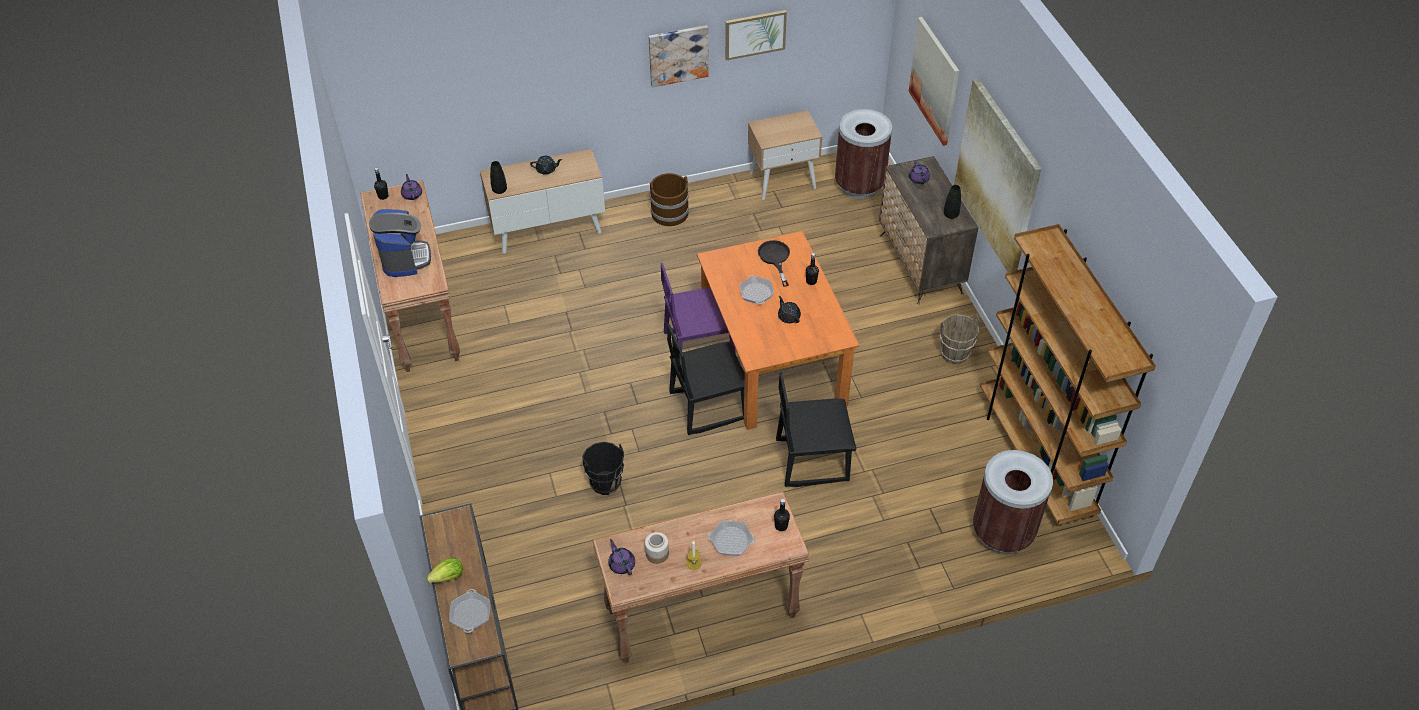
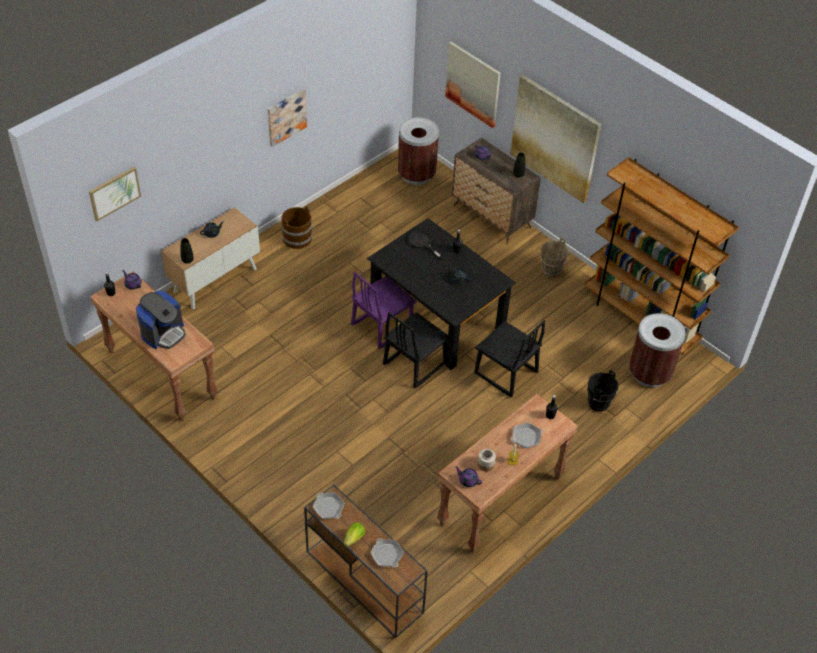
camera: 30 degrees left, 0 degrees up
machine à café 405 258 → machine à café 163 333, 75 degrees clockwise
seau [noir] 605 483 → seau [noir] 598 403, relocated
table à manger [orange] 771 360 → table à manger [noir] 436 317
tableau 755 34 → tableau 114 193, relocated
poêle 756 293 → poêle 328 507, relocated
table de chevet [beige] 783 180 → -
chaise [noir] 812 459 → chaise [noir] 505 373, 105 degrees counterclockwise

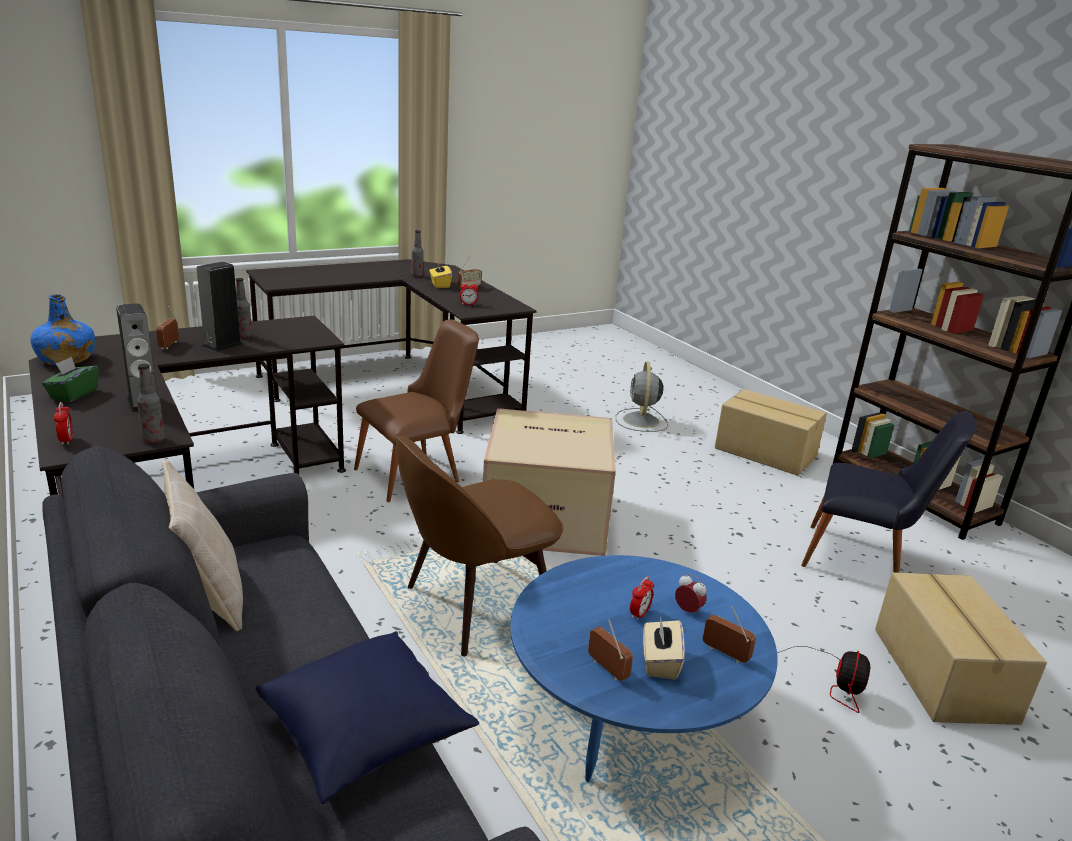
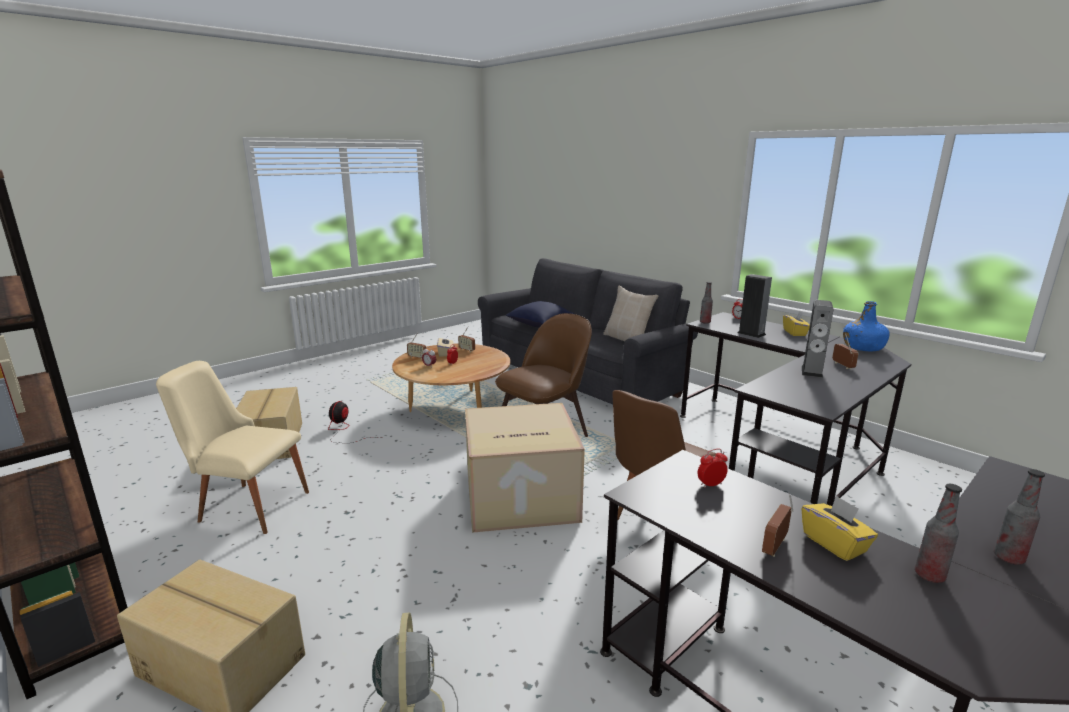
camera: 170 degrees right, 5 degrees down
boîte à mouchoirs [vert] 73 394 → boîte à mouchoirs [jaune] 795 333
bouteille 244 336 → bouteille 1008 558, relocated
table basse [bleu] 629 717 → table basse [marron] 454 408
chaise [noir] 864 561 → chaise [beige] 246 505

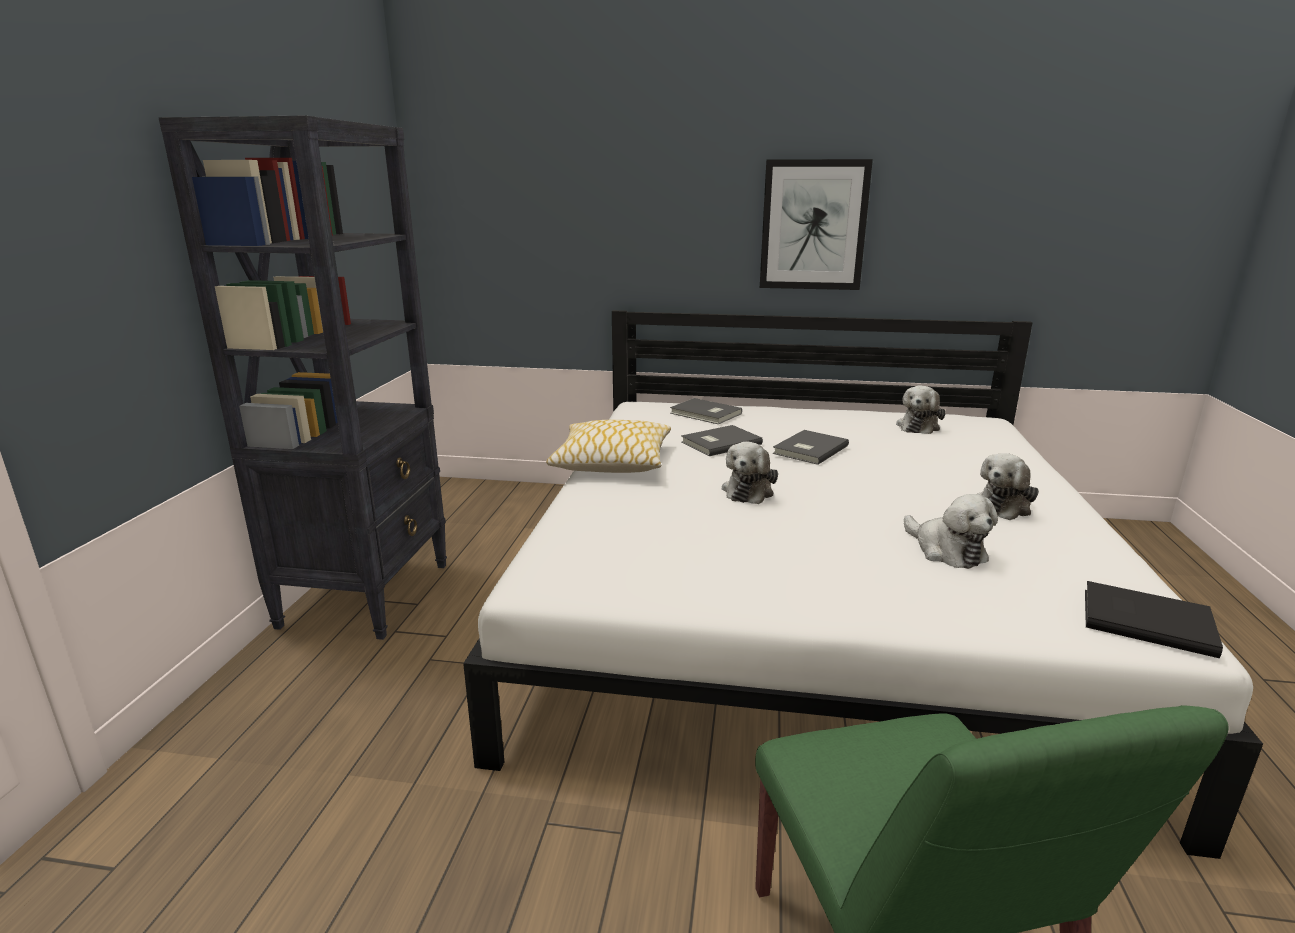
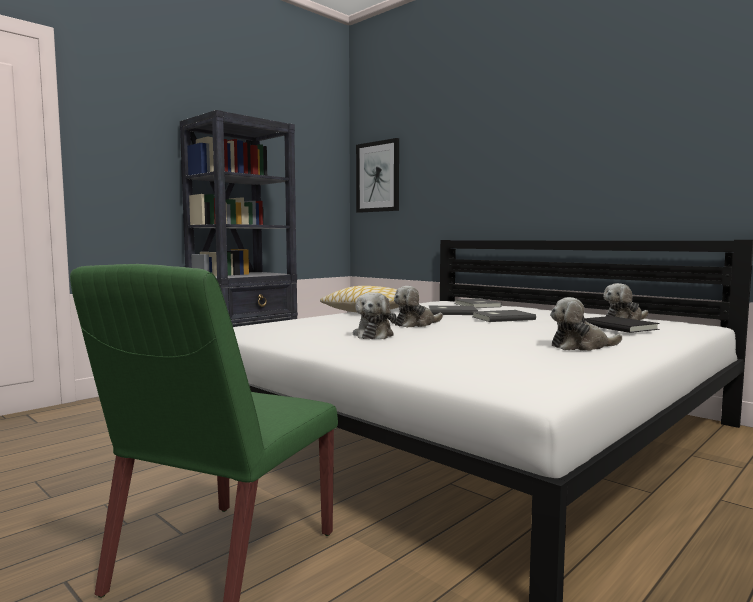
camera: 35 degrees right, 15 degrees down
tableau 813 225 → tableau 378 177, relocated
peluche 946 551 → peluche 374 335, relocated
livre [noir] 1144 620 → livre [noir] 619 326, relocated

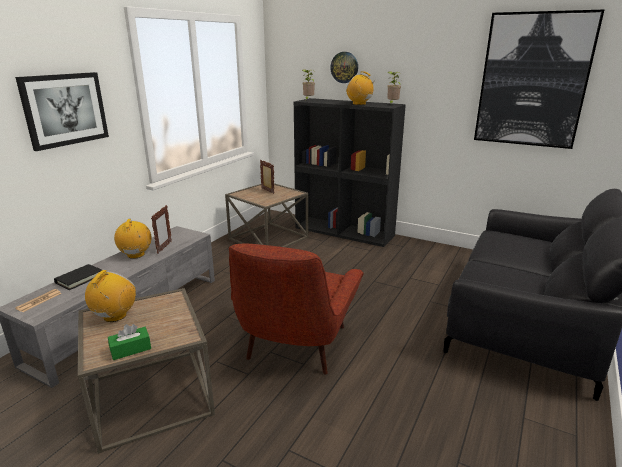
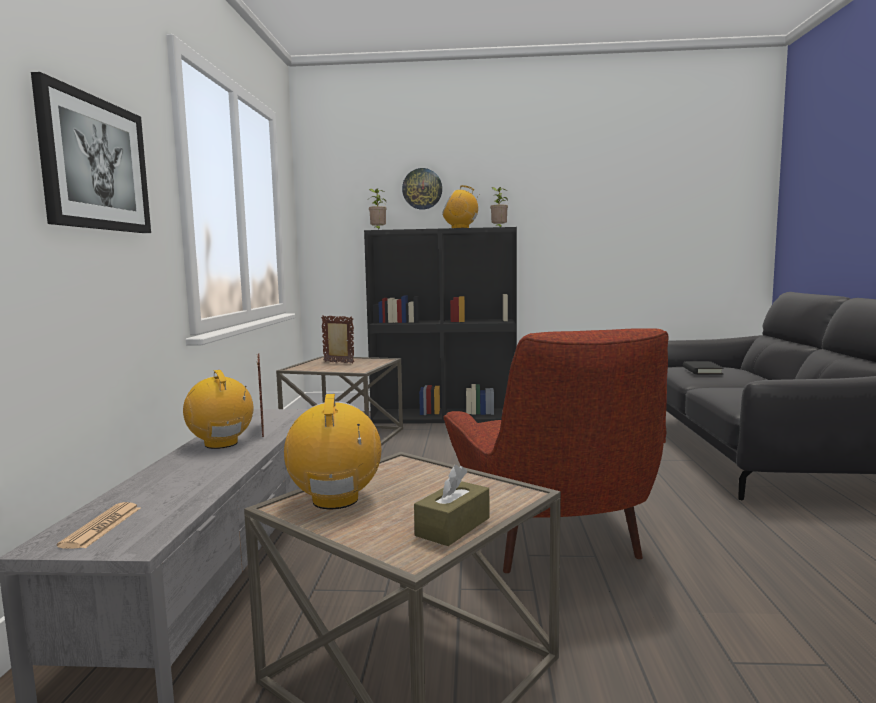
camera: 25 degrees left, 15 degrees down
livre [noir] 79 279 → livre [noir] 702 370, relocated
boîte à mouchoirs [vert] 130 349 → boîte à mouchoirs [marron] 453 527
tableau 532 81 → -

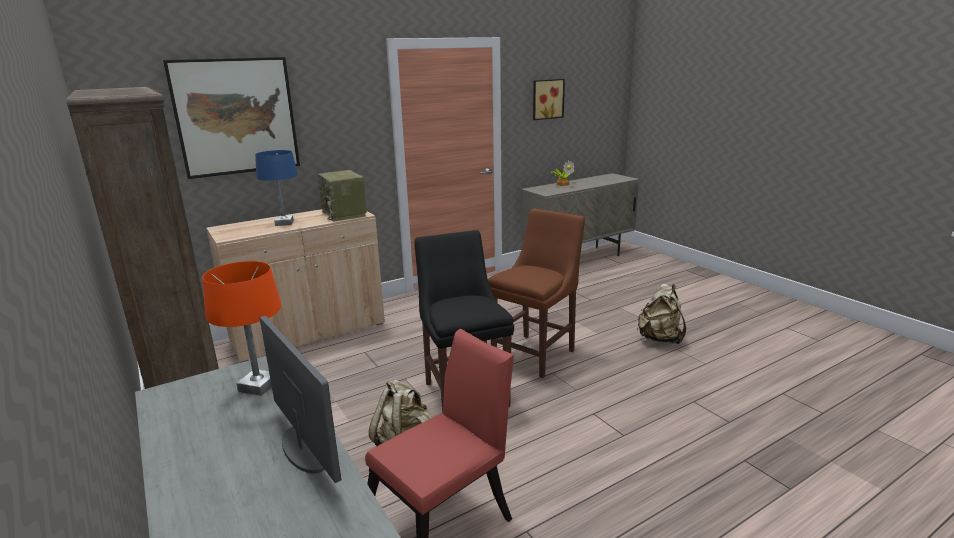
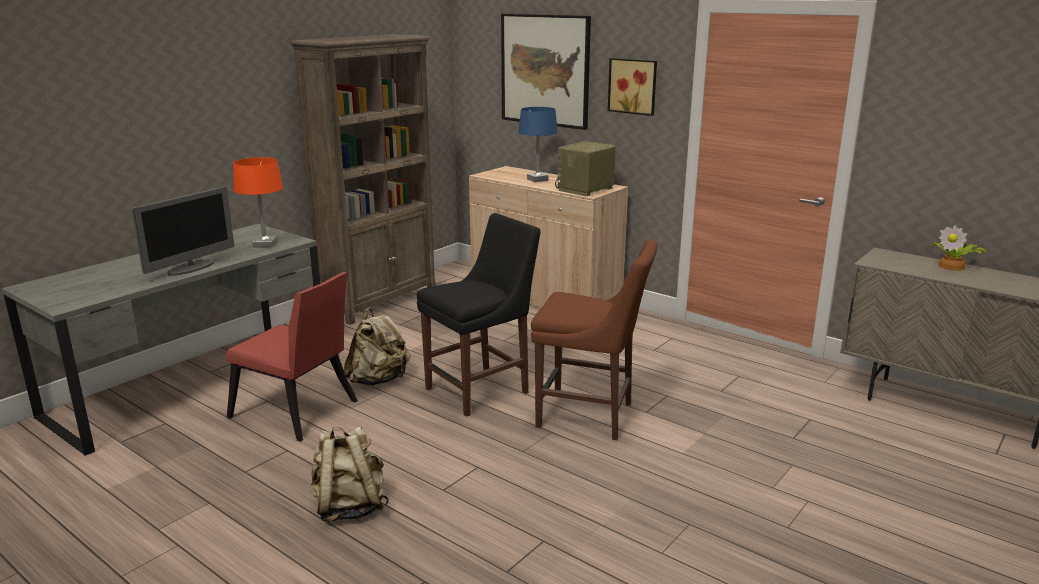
camera: 70 degrees right, 0 degrees up
tableau 547 99 → tableau 633 86, relocated
sac à dos [beige] 660 338 → sac à dos [beige] 349 507, relocated

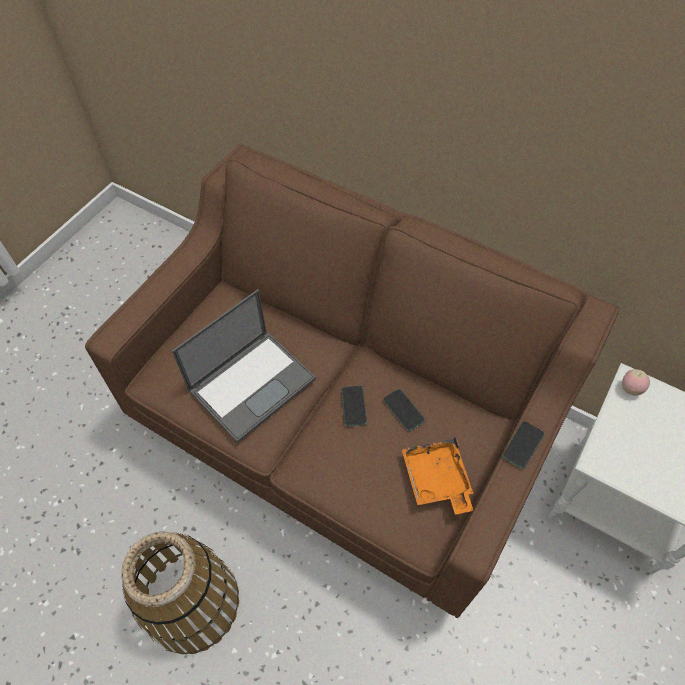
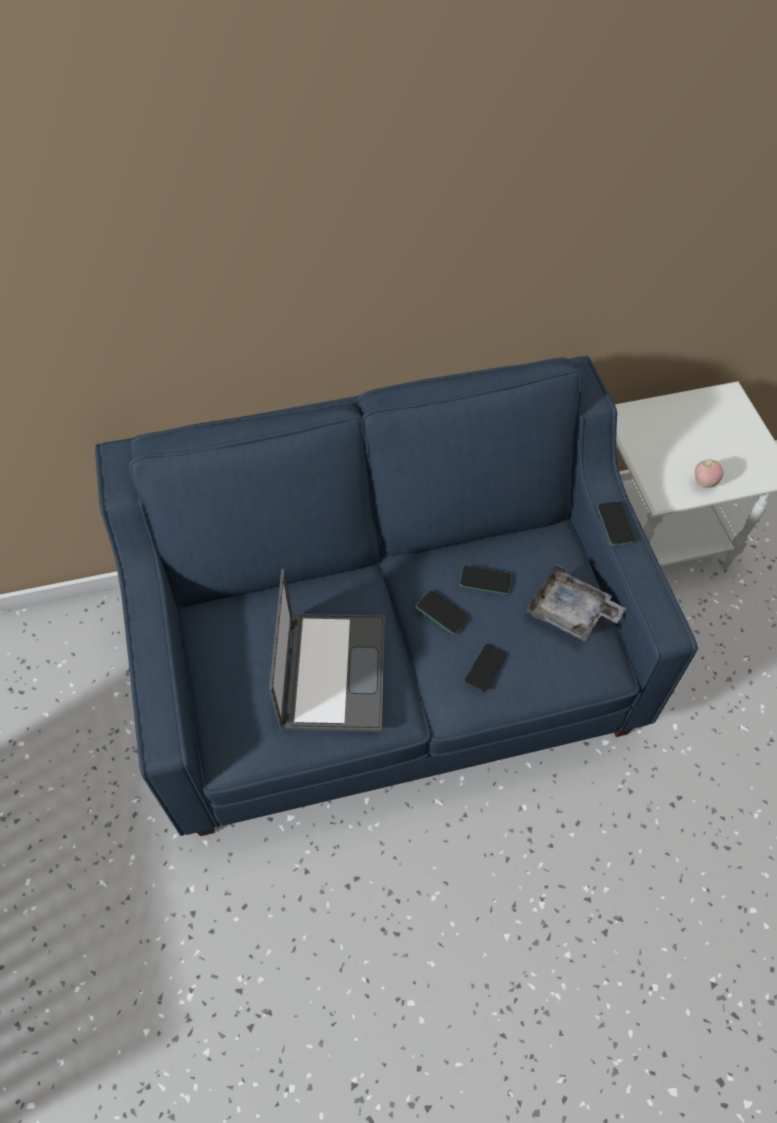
camera: 45 degrees left, 0 degrees up
canapé [marron] 343 424 → canapé [bleu] 388 661
panier 192 603 → -
plateau [orange] 436 479 → plateau [gris] 570 613
pomme 630 389 → pomme 704 482, relocated
- → téléphone 485 668

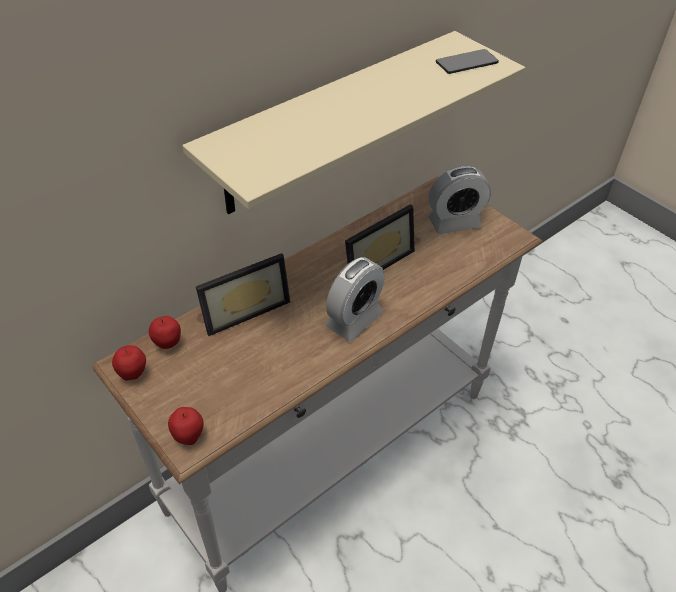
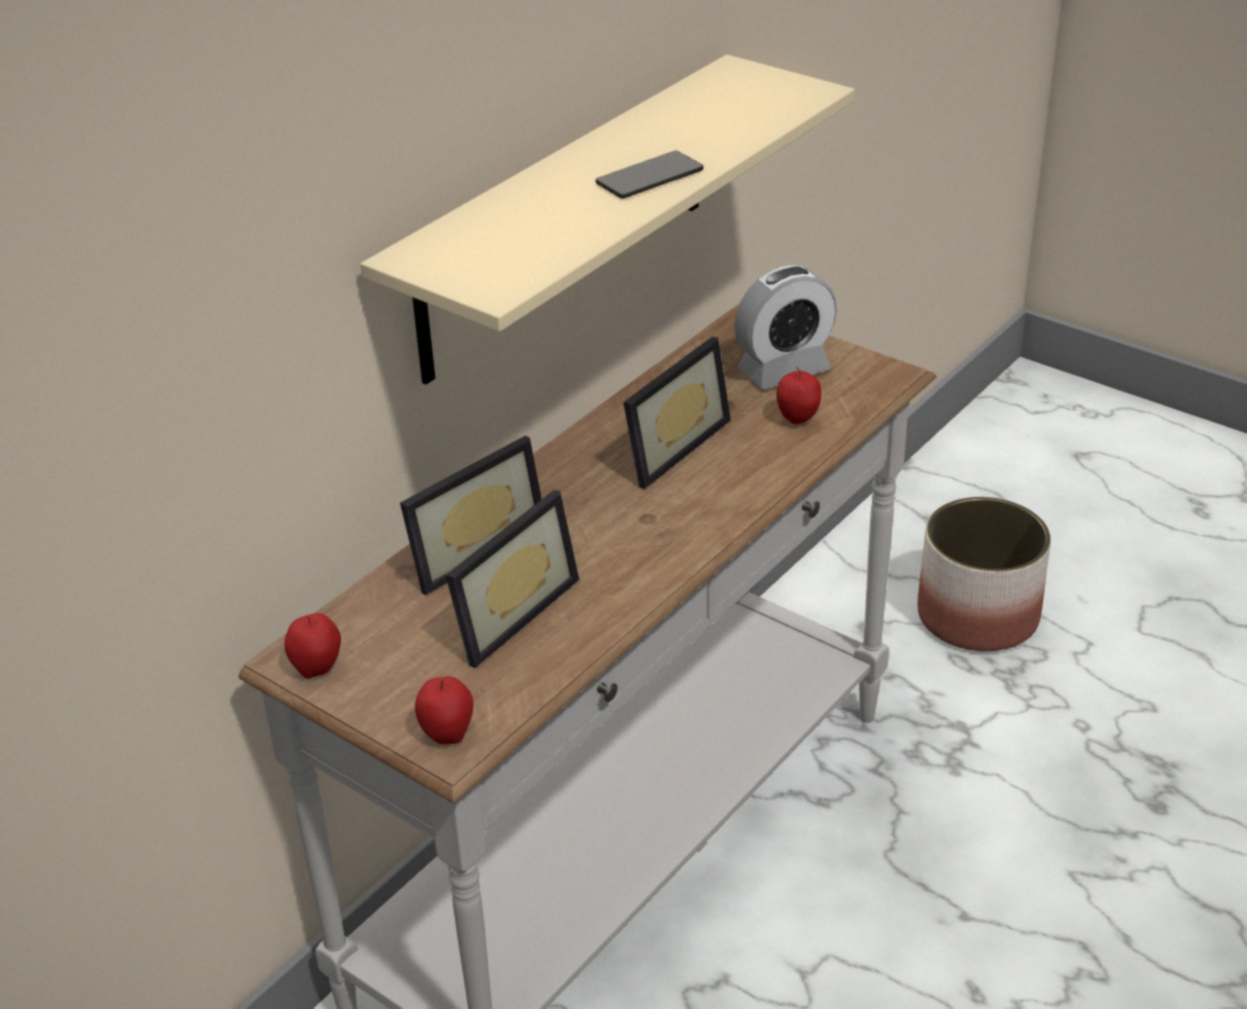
camera: 10 degrees left, 10 degrees down
pomme 168 344 → pomme 797 420, relocated
réveil 354 320 → -
téléphone 466 63 → téléphone 649 177, relocated
- → cadre photo 505 612
- → cache-pot 977 615

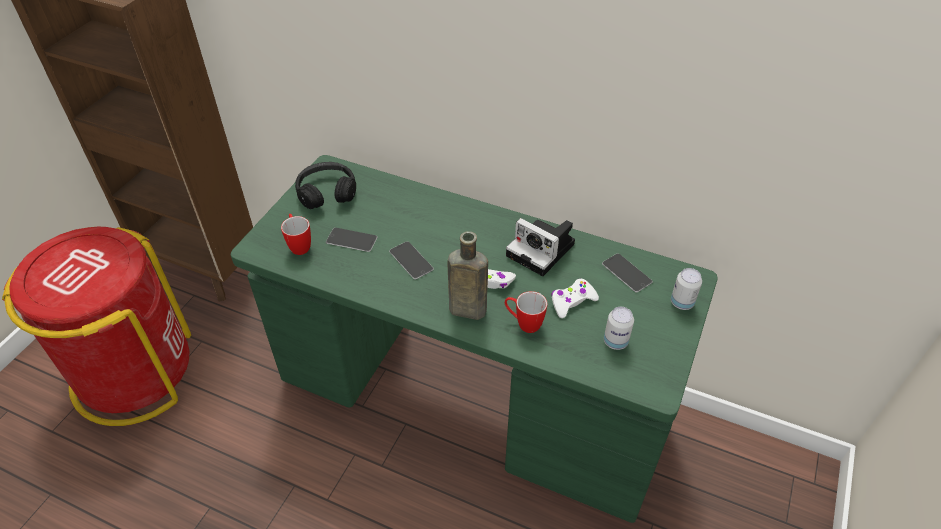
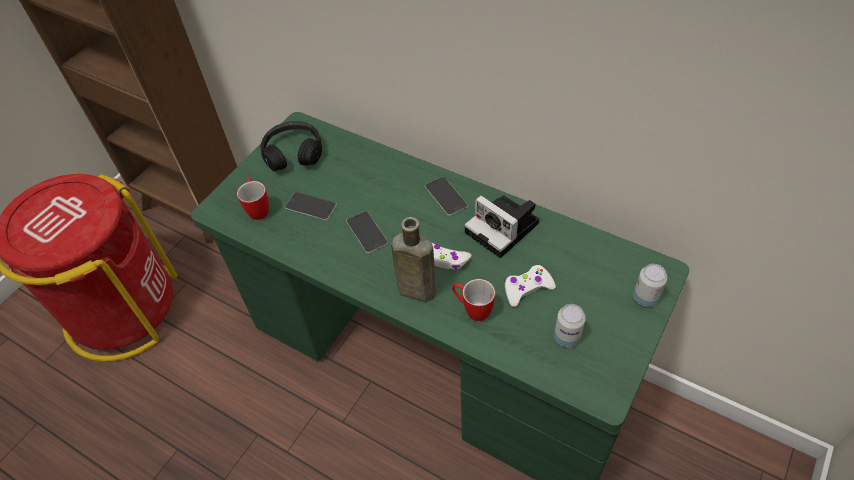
camera: 10 degrees right, 5 degrees up
téléphone 626 273 → téléphone 446 196, relocated

